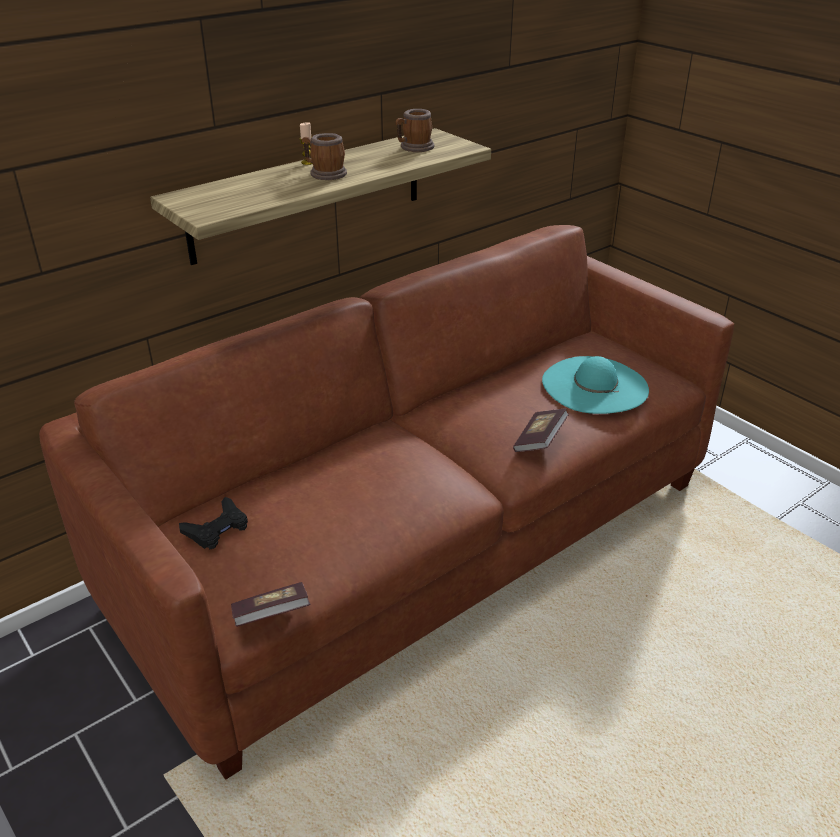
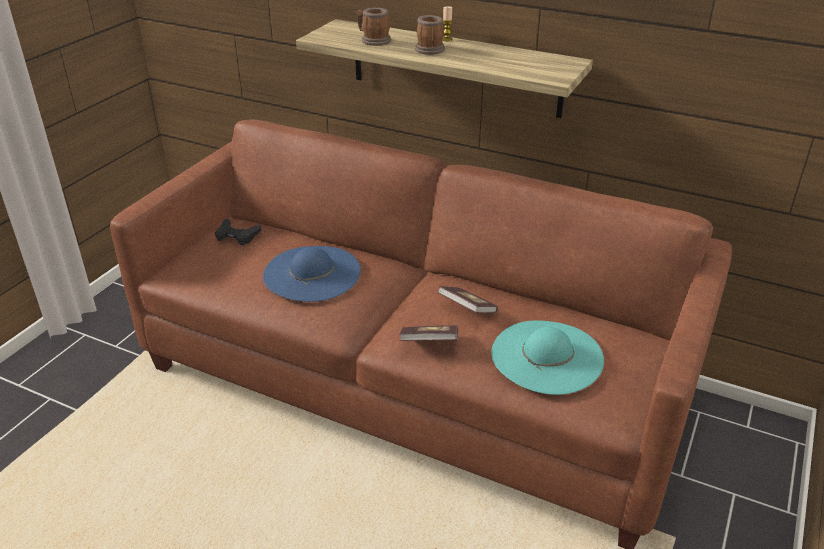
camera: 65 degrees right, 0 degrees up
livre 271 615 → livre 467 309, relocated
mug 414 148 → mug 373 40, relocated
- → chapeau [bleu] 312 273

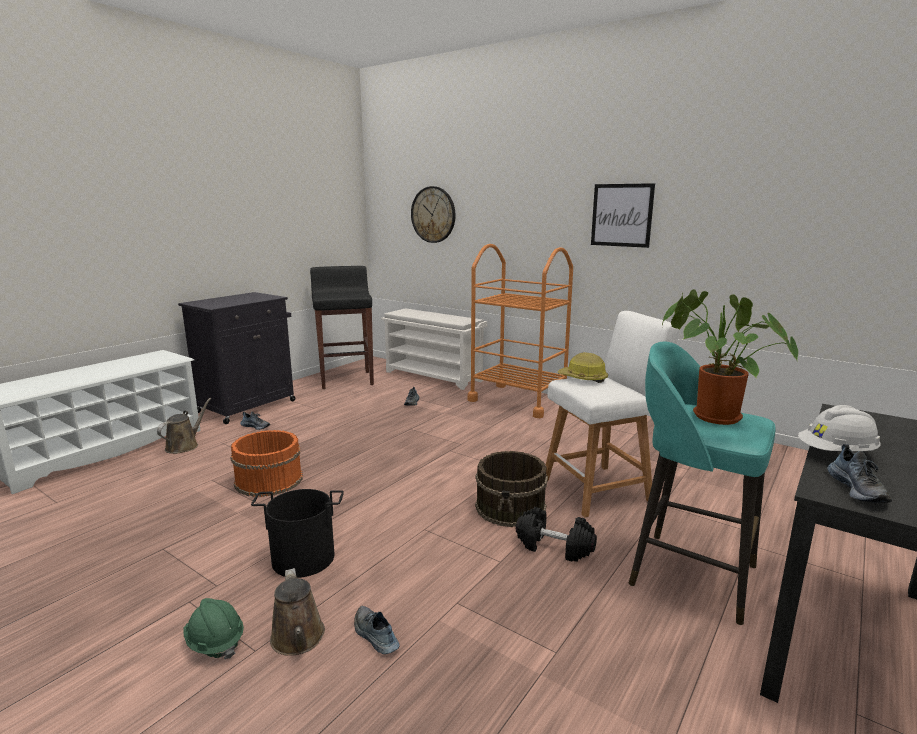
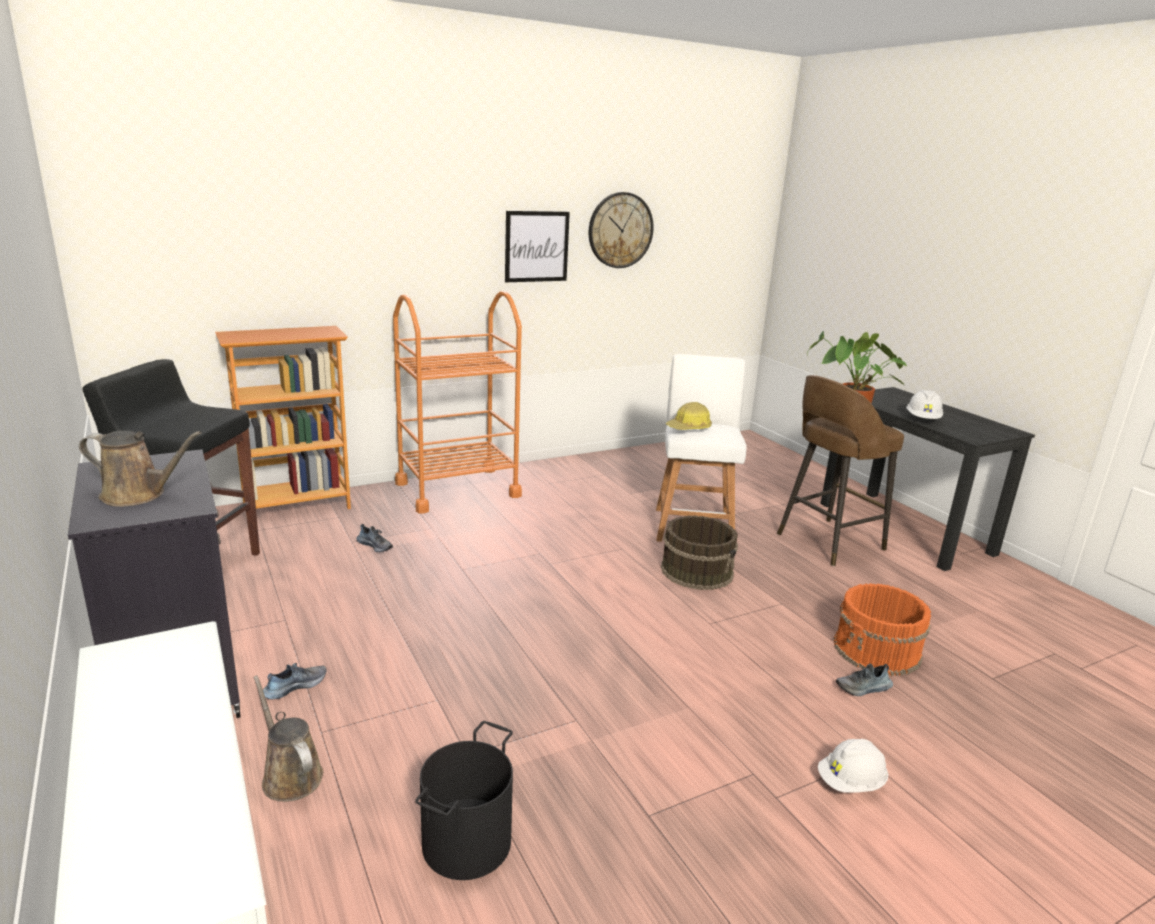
camera: 65 degrees left, 5 degrees up
casque de chantier [vert] 215 642 → casque de chantier [blanc] 851 783
seau [orange] 268 480 → seau [orange] 877 650, relocated
seau [noir] 303 558 → seau [noir] 468 842, relocated
arrosoir [marron] 298 639 → arrosoir [marron] 138 495, relocated
étagère à chaussures [blanc] 434 376 → bibliothèque 297 506
horloge murale 433 214 → horloge murale 620 230, relocated
haltère [noir] 554 547 → -
tabouret [turquoise] 688 573 → tabouret [marron] 827 542
chaussure 858 489 → -

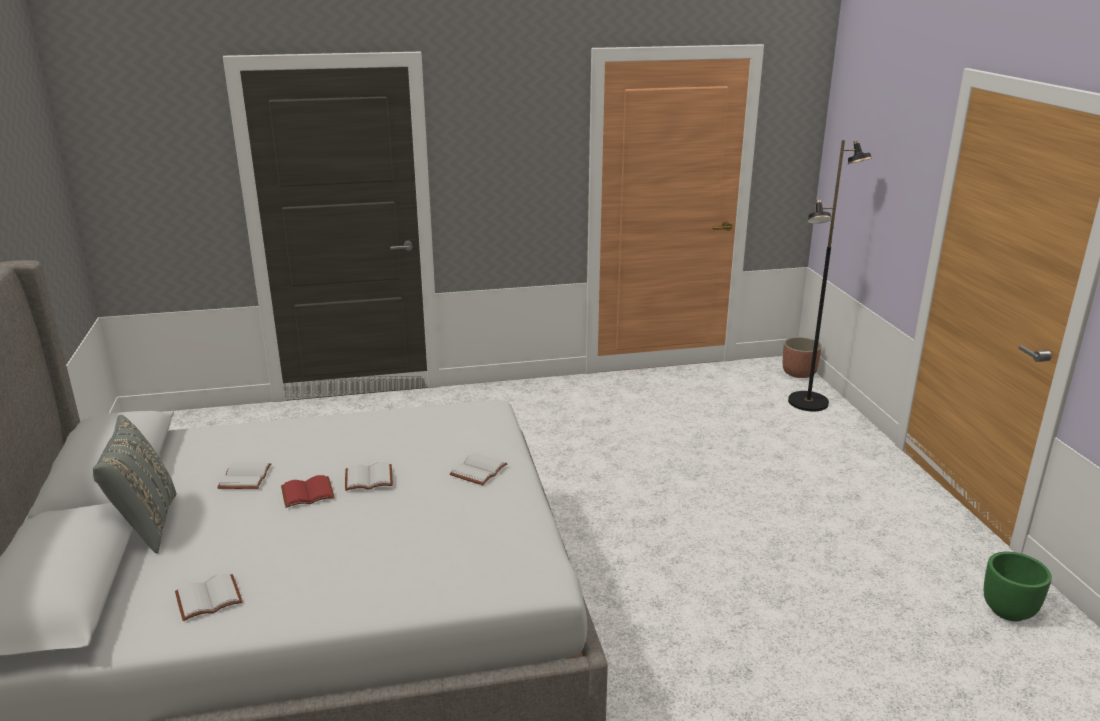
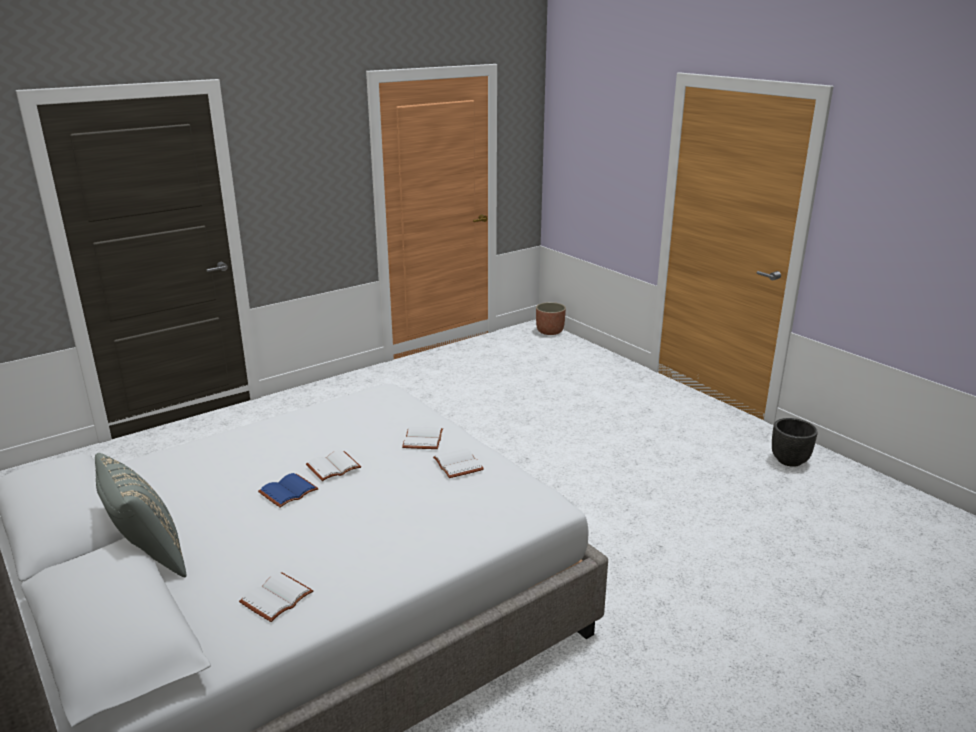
camera: 25 degrees left, 0 degrees up
livre [blanc] 244 477 → livre [blanc] 456 464, relocated
livre [rouge] 308 492 → livre [bleu] 288 491
lampadaire [noir] 808 402 → -
cache-pot [vert] 1007 611 → cache-pot [noir] 789 460

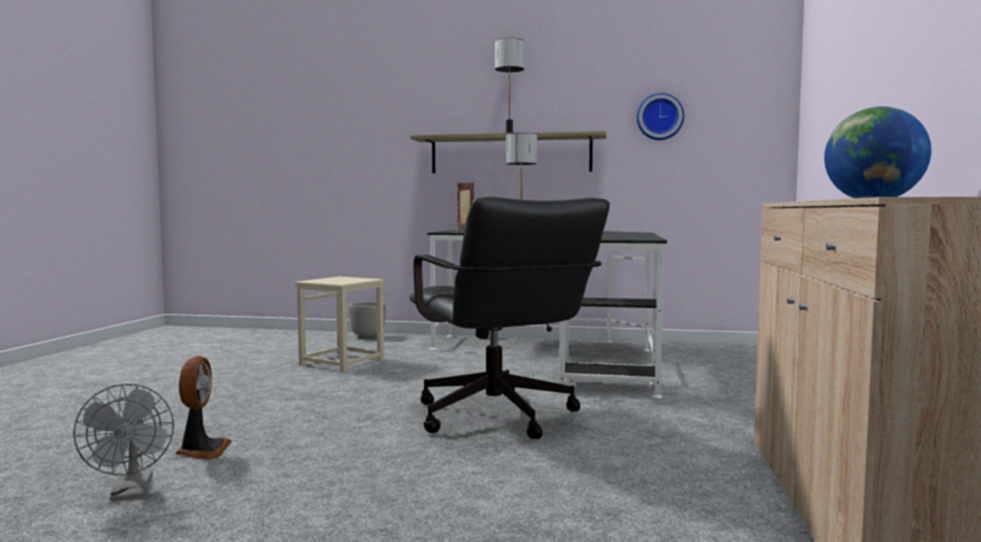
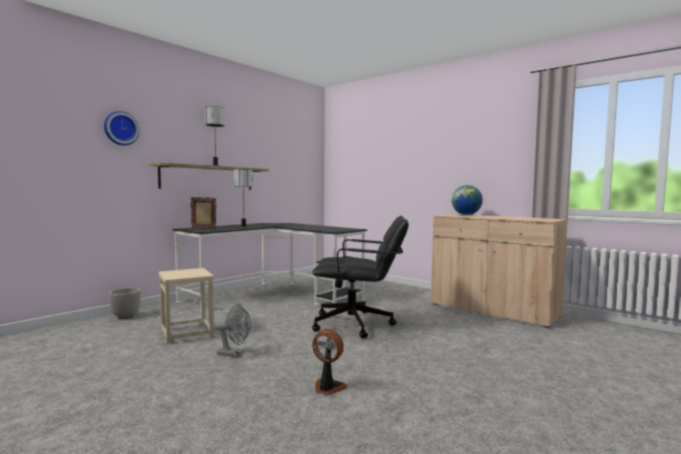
camera: 60 degrees left, 0 degrees up
ventilateur [gris] 131 493 → ventilateur [gris] 234 354, relocated
horloge murale 659 117 → horloge murale 120 128, relocated

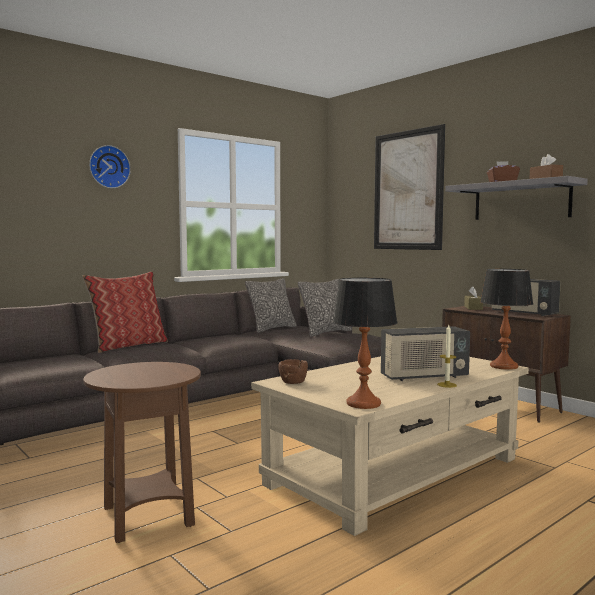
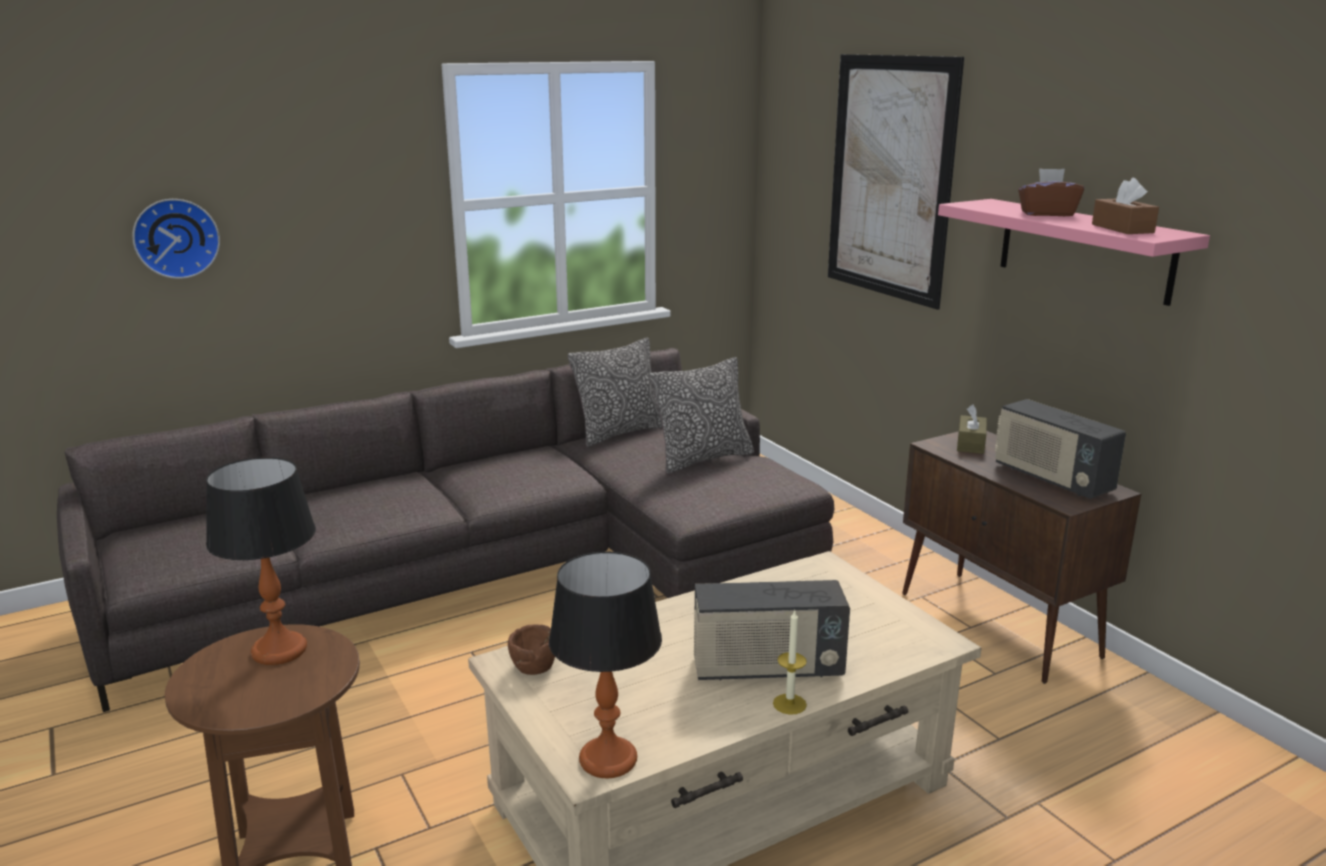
camera: 10 degrees right, 15 degrees up
coussin 128 346 → -
horloge murale 108 167 → horloge murale 176 238, relocated
étagère [gris] 521 201 → étagère [rose] 1084 250
lampe de table 504 366 → lampe de table 280 650, relocated

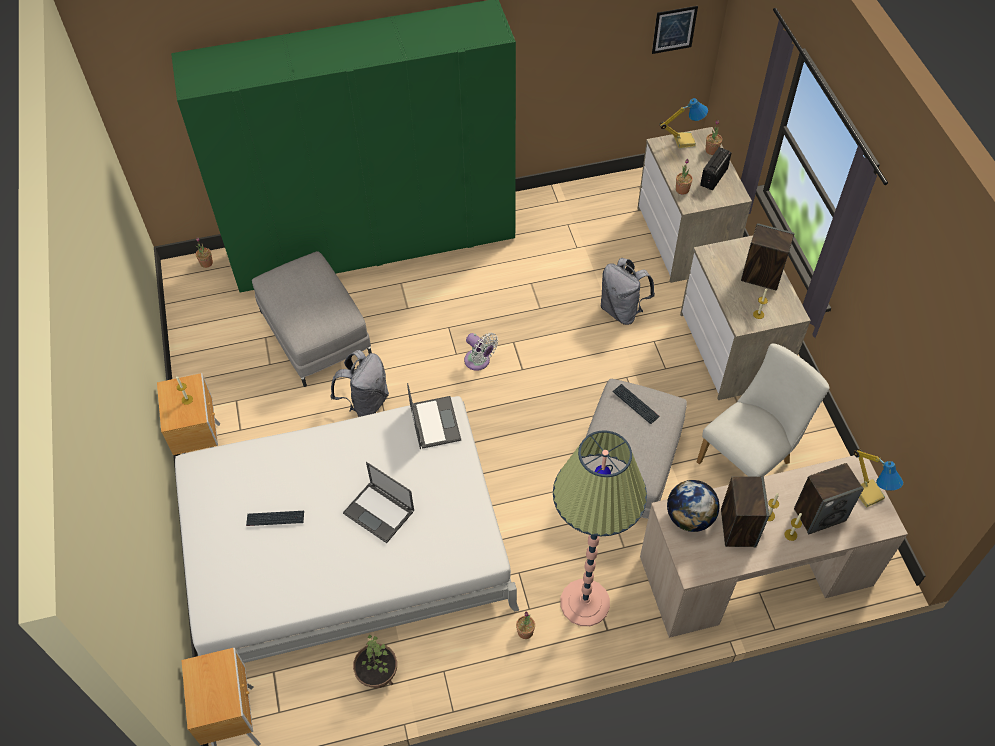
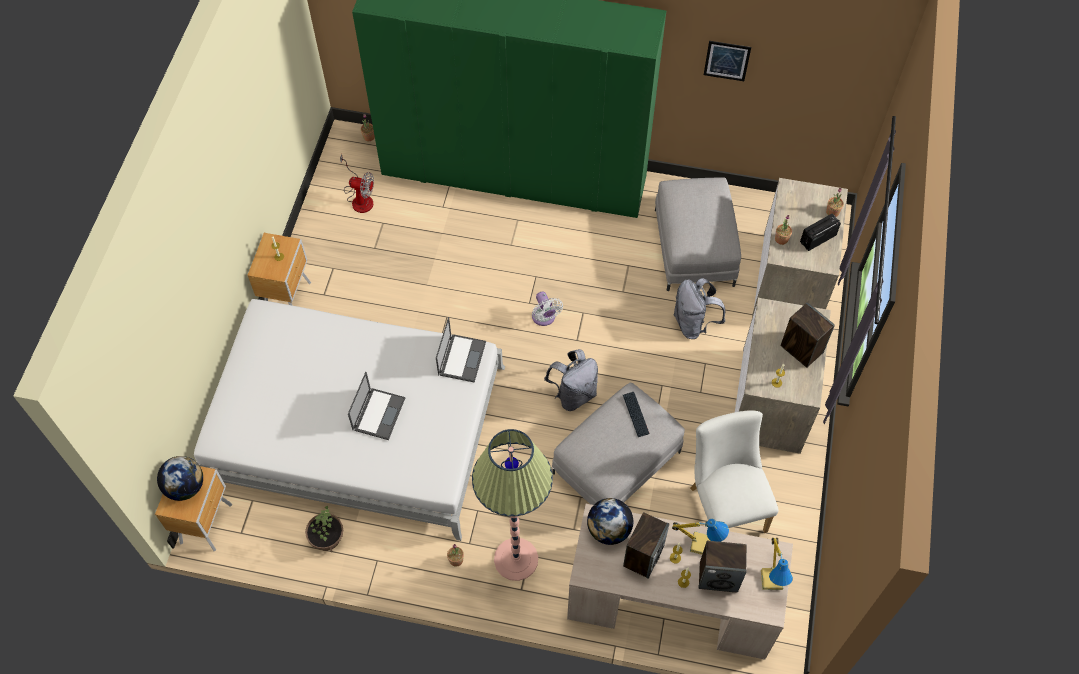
camera: 25 degrees right, 5 degrees up
clavier 275 519 → -
pouf [gris] 316 333 → pouf [gris] 694 247, relocated
sac à dos [gris] 366 403 → sac à dos [gris] 573 394, relocated
ordinateur portable 379 512 → ordinateur portable 378 413, 135 degrees counterclockwise
tableau 674 29 → tableau 727 60, relocated
lampe de table 684 140 → lampe de table 701 543, relocated
chaise [blanc] 749 459 → chaise [blanc] 724 504, 90 degrees counterclockwise
- → globe 185 486
- → ventilateur 359 198

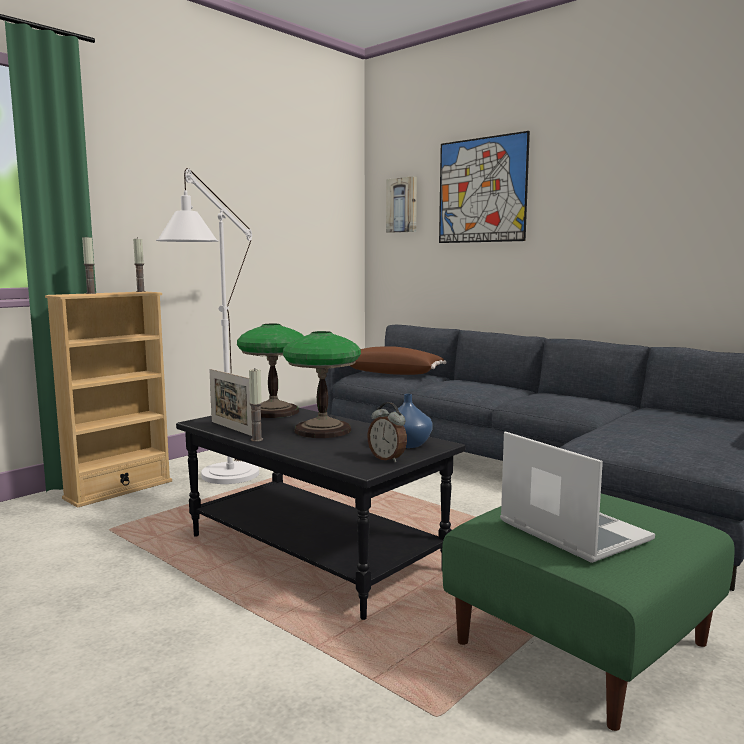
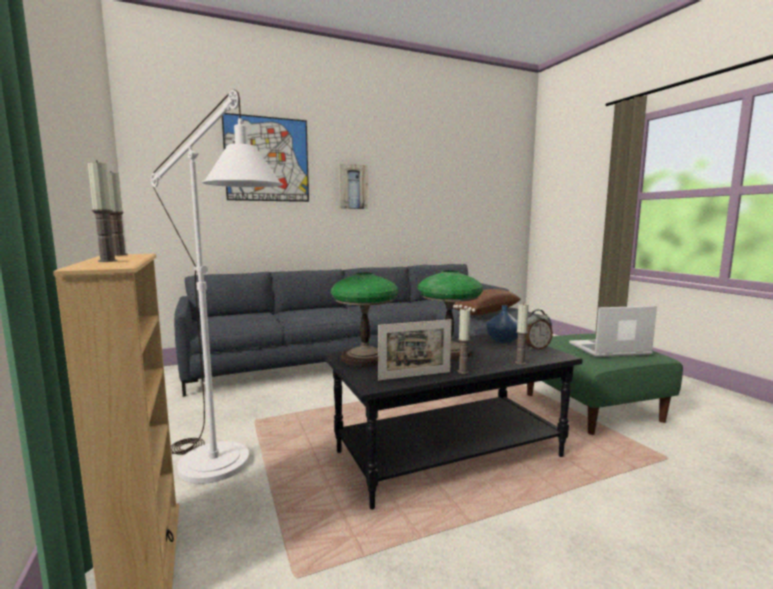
camera: 65 degrees left, 0 degrees up
coussin [marron] 394 373 → coussin [marron] 483 312, relocated
tableau 402 205 → tableau 352 187, relocated
- → bougie 520 362

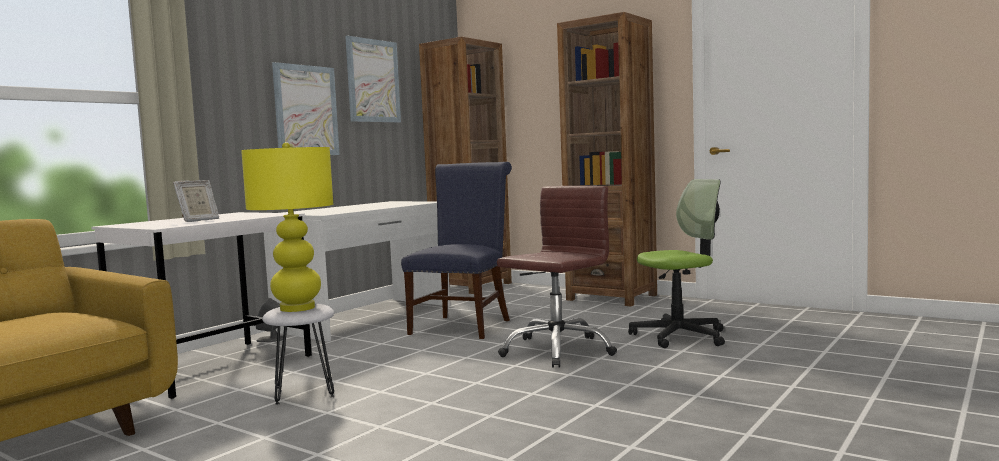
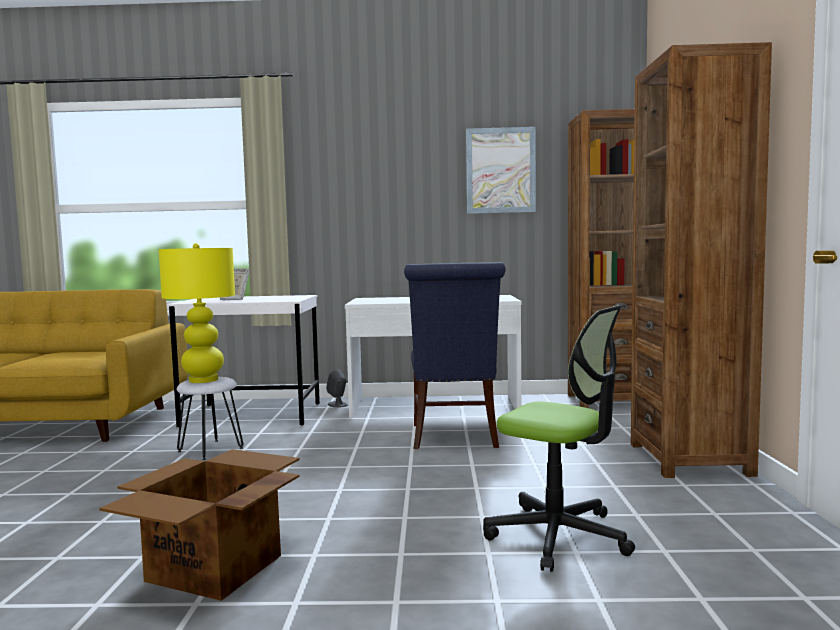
camera: 55 degrees right, 0 degrees up
tableau 306 111 → -
chaise [bleu] 463 325 → chaise [bleu] 455 437, 105 degrees clockwise
chaise de bureau [marron] 557 350 → -
- → carton 213 569

